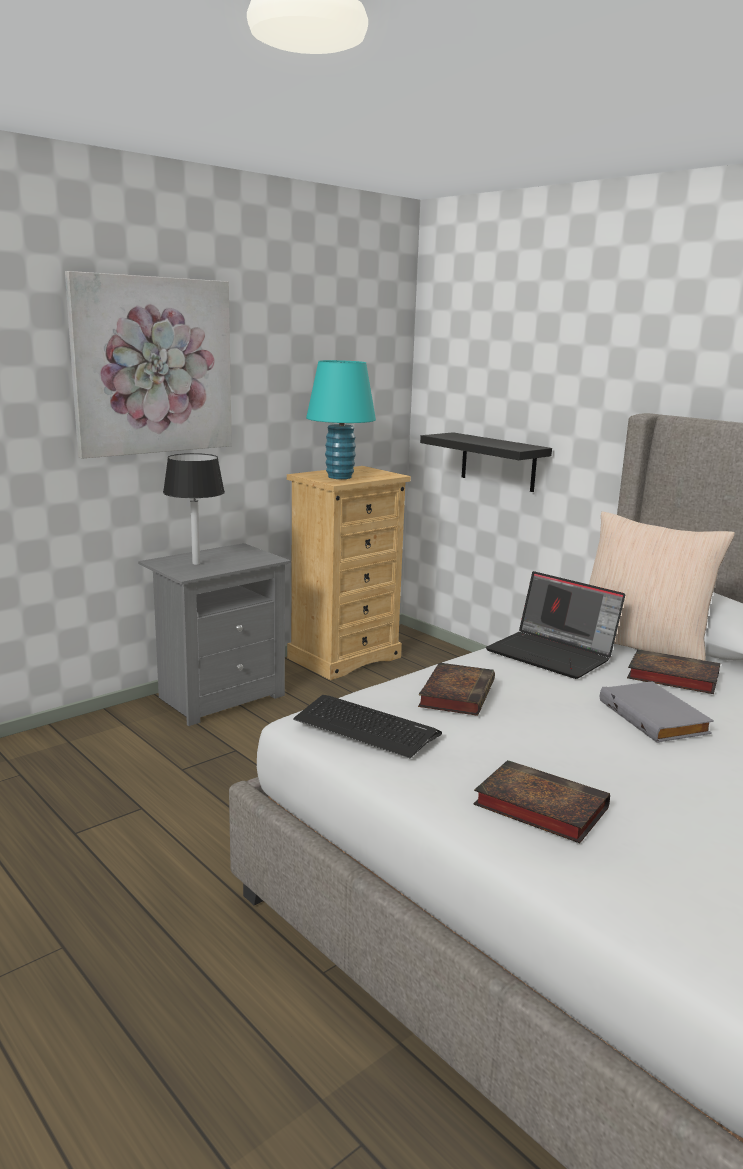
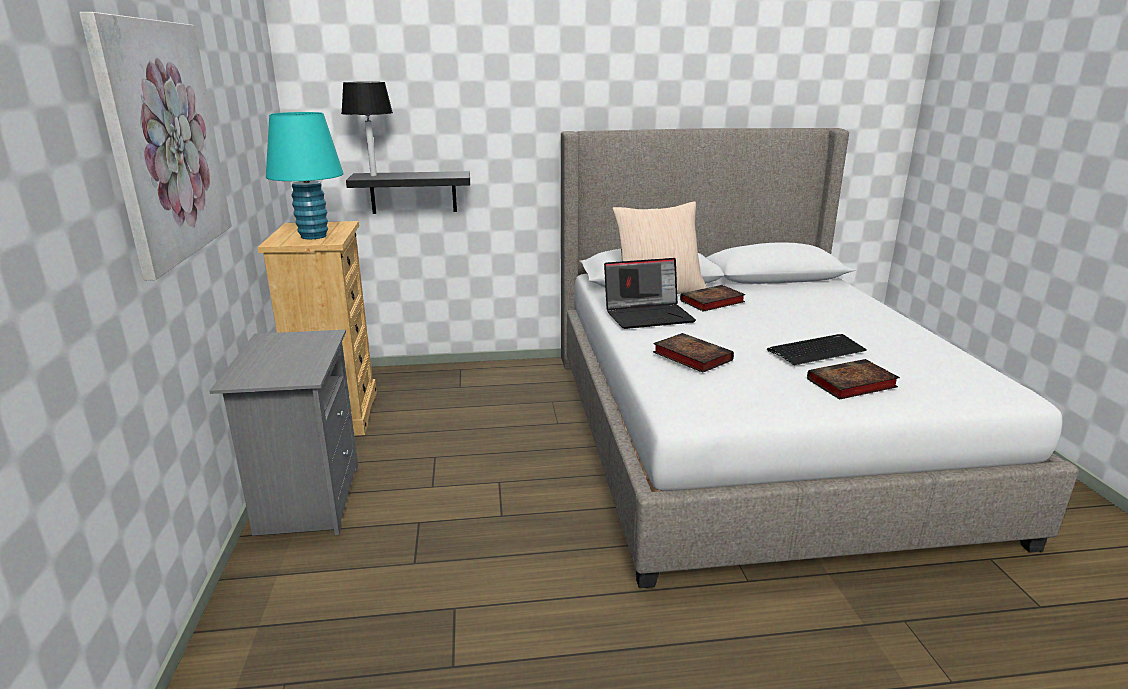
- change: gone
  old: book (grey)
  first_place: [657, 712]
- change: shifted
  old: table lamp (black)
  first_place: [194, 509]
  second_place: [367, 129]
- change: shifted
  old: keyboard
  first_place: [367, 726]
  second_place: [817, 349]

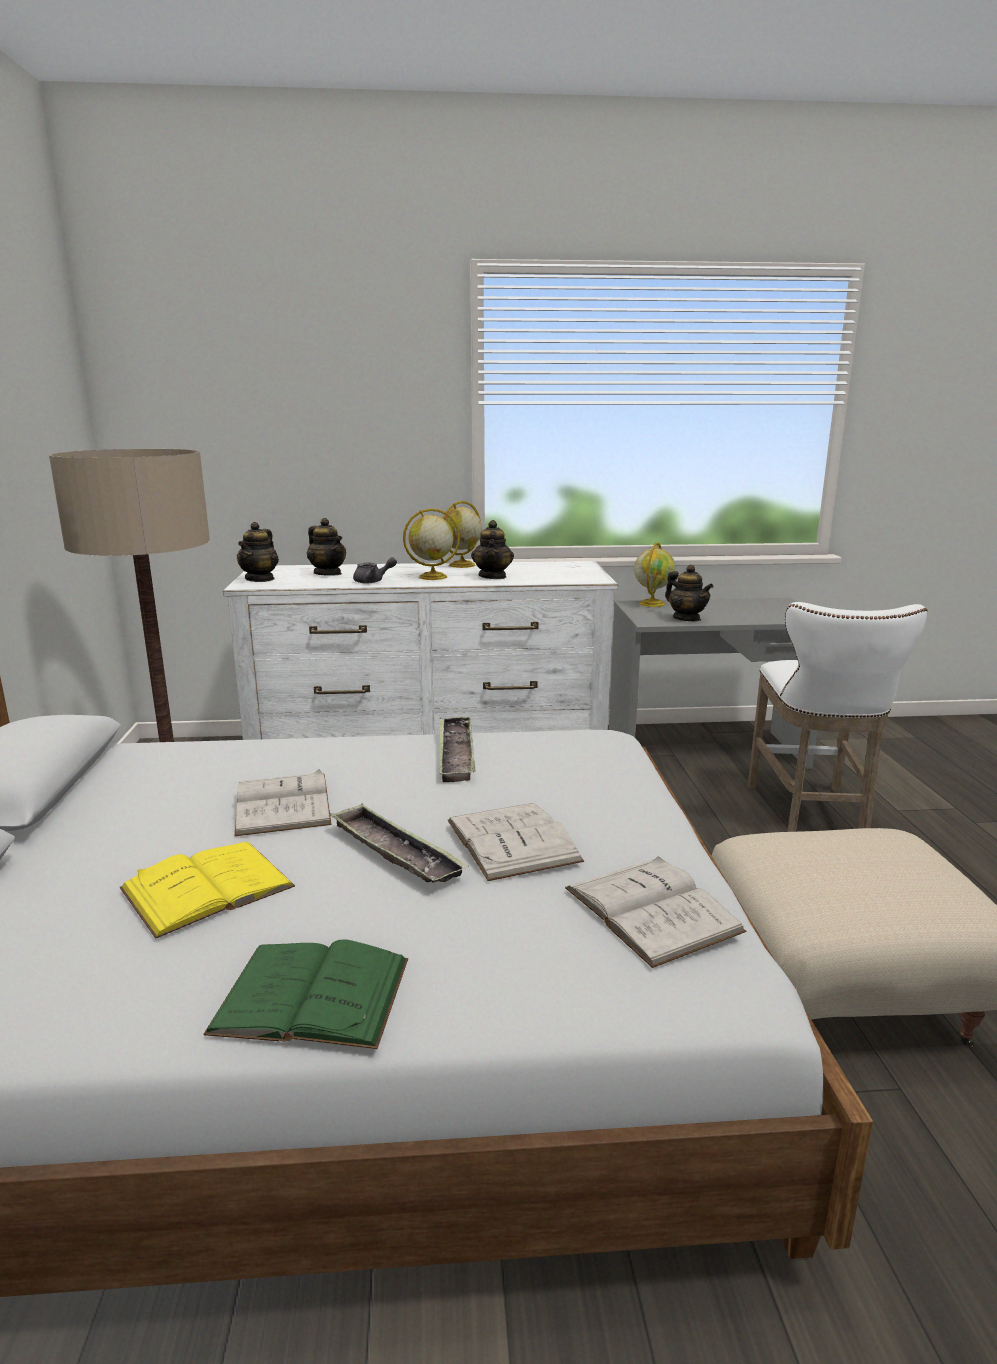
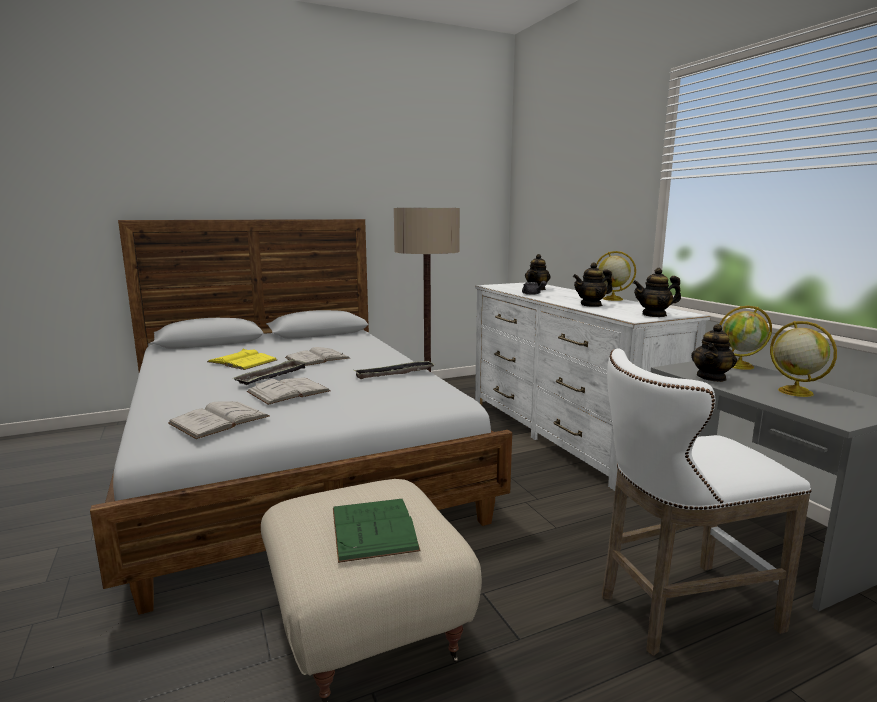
- change: shifted
  old: book (green)
  first_place: [305, 994]
  second_place: [377, 531]
- change: shifted
  old: teapot
  first_place: [258, 552]
  second_place: [657, 292]
- change: shifted
  old: globe
  first_place: [431, 544]
  second_place: [803, 359]

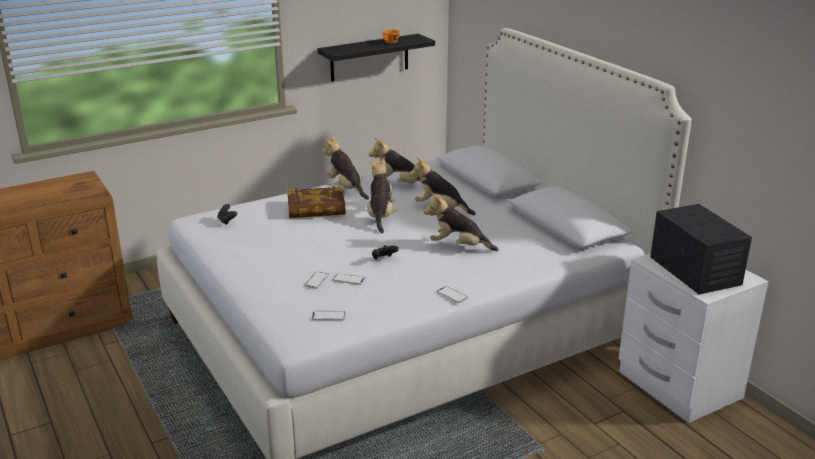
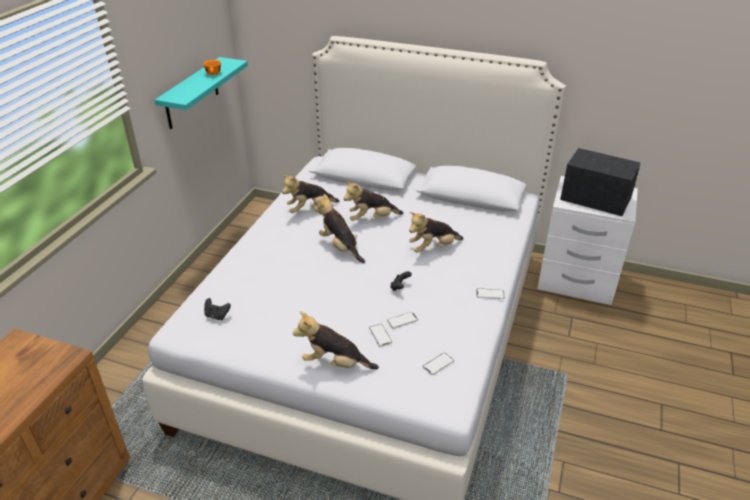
- change: gone
  old: book
  first_place: [316, 202]
- change: shifted
  old: plush toy
  first_place: [345, 168]
  second_place: [336, 340]
- change: repainted
  old: shelf (black)
  new: shelf (turquoise)
  first_place: [376, 58]
  second_place: [201, 93]

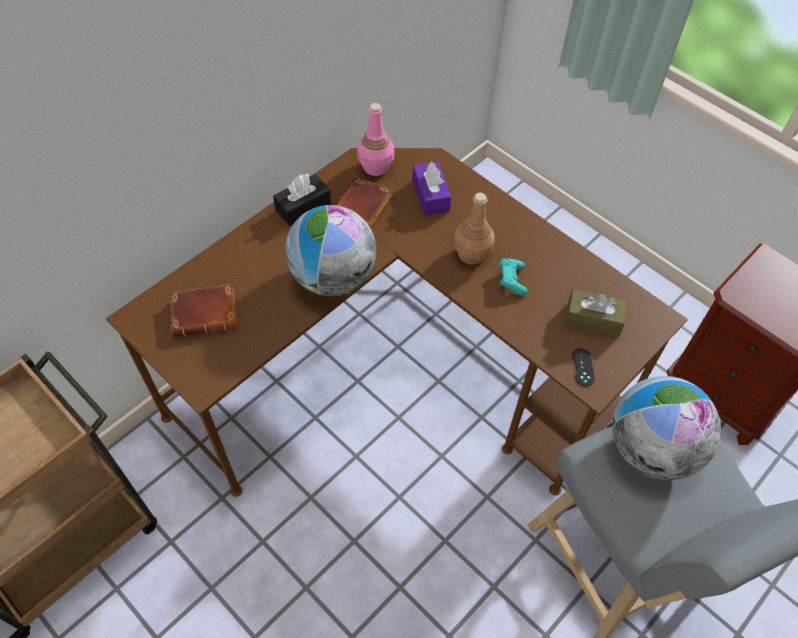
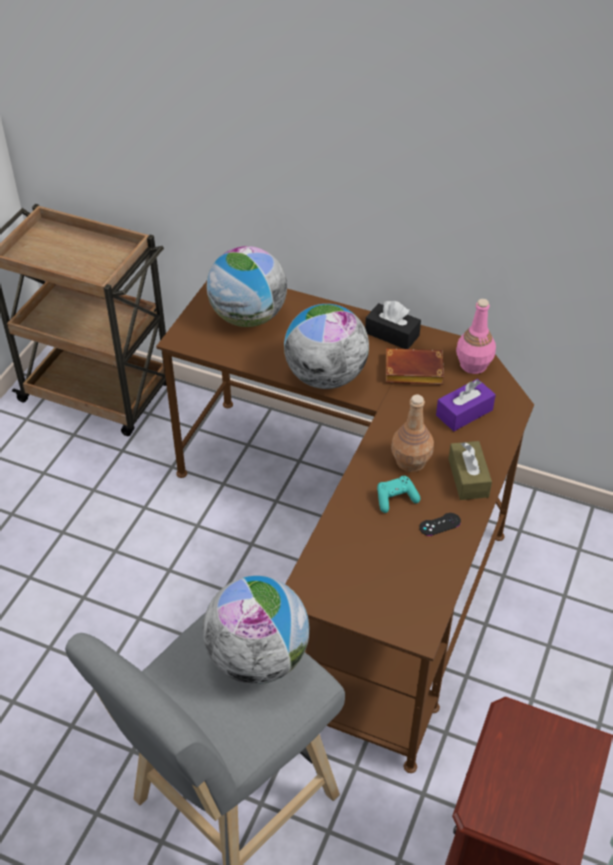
- change: shifted
  old: tissue box (brown)
  first_place: [596, 313]
  second_place: [470, 470]
- change: shifted
  old: game controller (black)
  first_place: [583, 367]
  second_place: [440, 524]
- change: swapped
  old: book (brown)
  new: globe
  first_place: [203, 310]
  second_place: [247, 286]

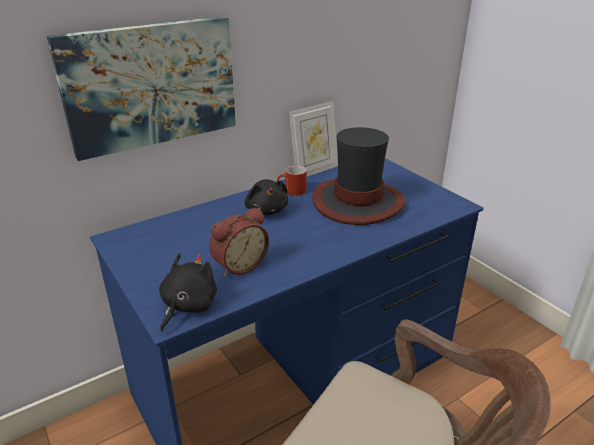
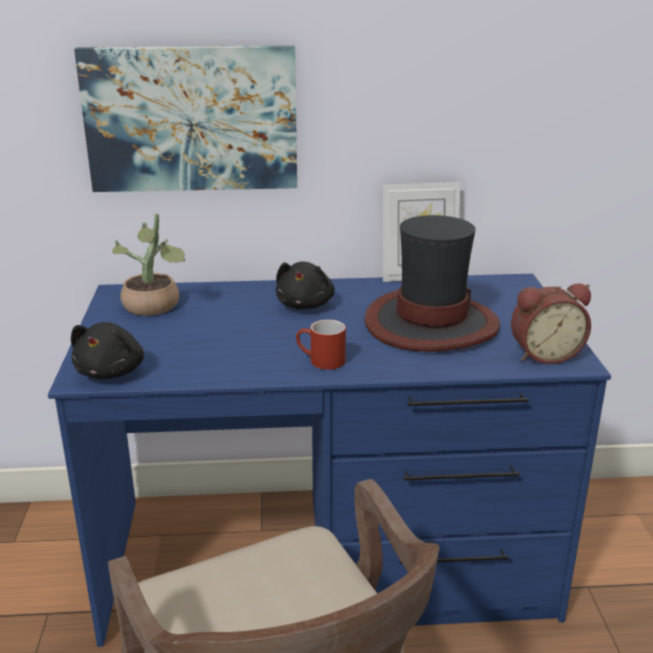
- change: new
  new: potted plant
  second_place: [148, 264]
- change: shifted
  old: alarm clock
  first_place: [239, 242]
  second_place: [551, 323]
- change: shifted
  old: mug (red)
  first_place: [292, 181]
  second_place: [321, 344]
- change: rotated
  old: plush toy (black)
  first_place: [188, 292]
  second_place: [107, 350]
  degrees: 135

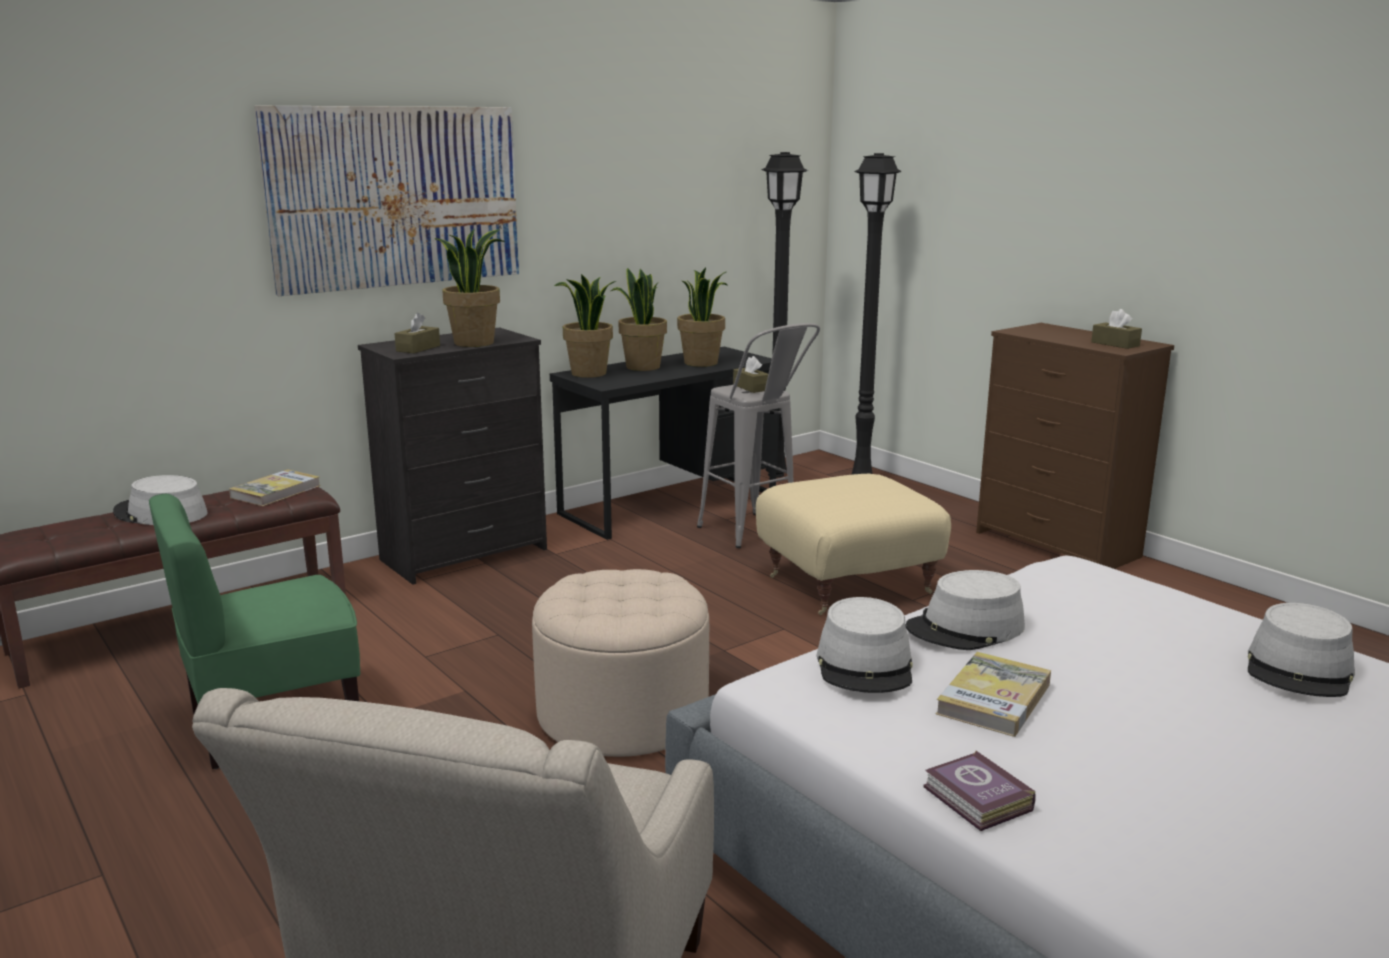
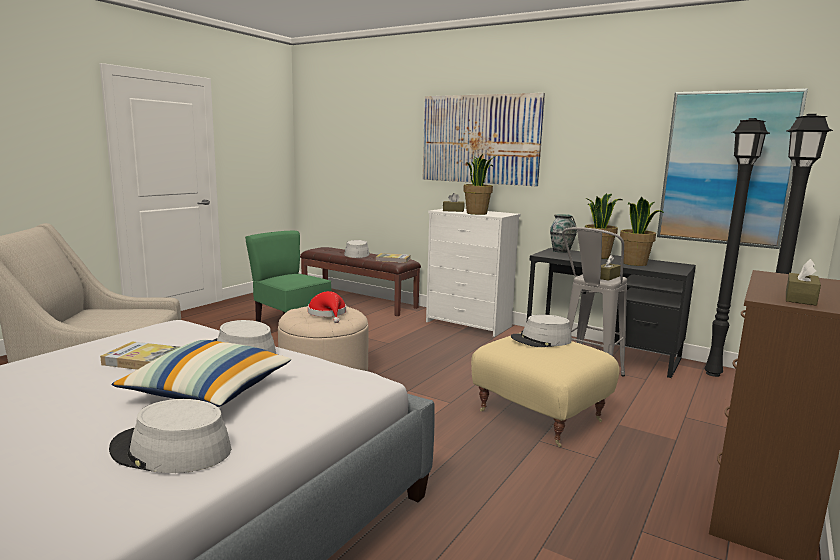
- change: gone
  old: book
  first_place: [979, 791]
- change: new
  new: pillow
  second_place: [201, 373]
- change: new
  new: hat (red)
  second_place: [327, 307]
- change: new
  new: picture
  second_place: [732, 168]
- change: shifted
  old: hat (grey)
  first_place: [864, 645]
  second_place: [541, 331]
- change: swapped
  old: potted plant
  new: vase
  first_place: [585, 326]
  second_place: [563, 233]
- change: repainted
  old: dresser (black)
  new: dresser (white)
  first_place: [452, 456]
  second_place: [473, 273]

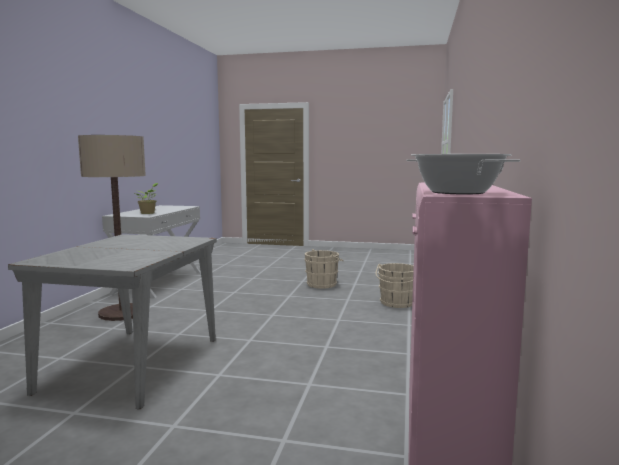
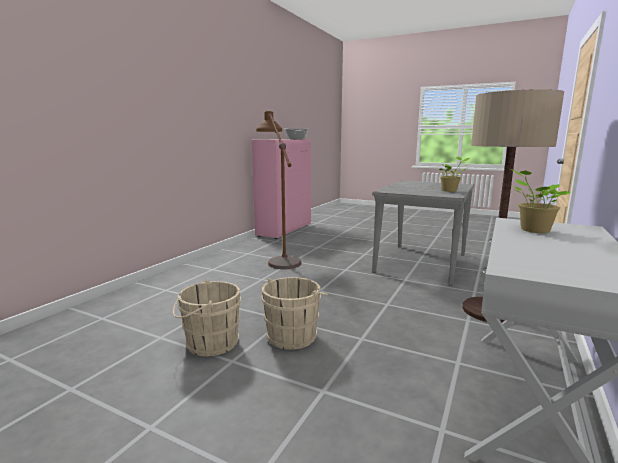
- change: new
  new: floor lamp (brown)
  second_place: [278, 190]
- change: new
  new: potted plant
  second_place: [454, 174]
- change: shifted
  old: bucket (beige)
  first_place: [395, 285]
  second_place: [295, 313]

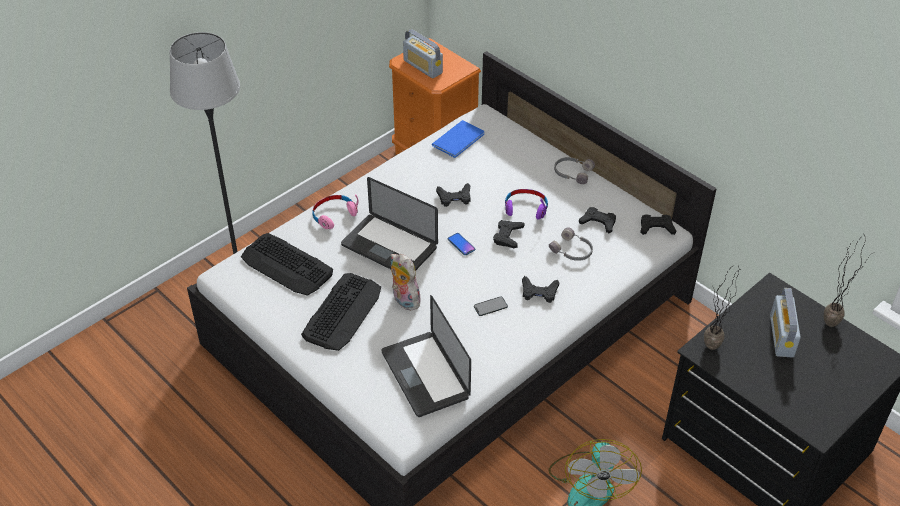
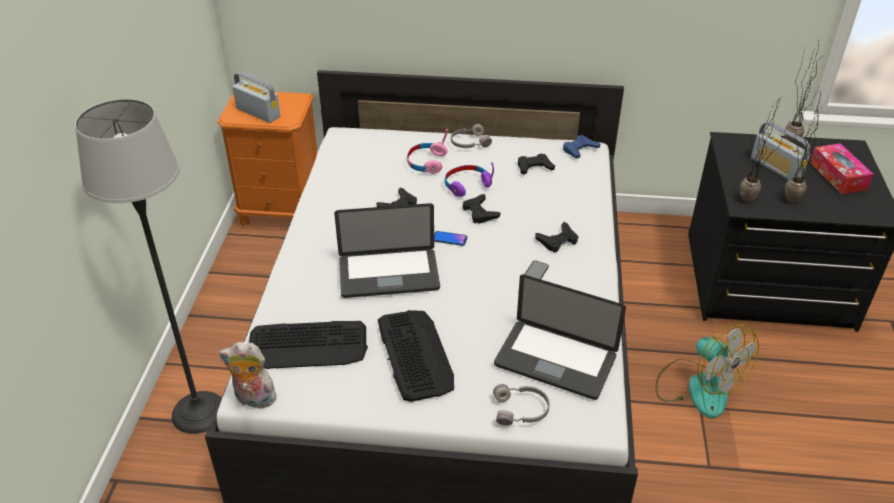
- change: gone
  old: book (blue)
  first_place: [458, 139]
- change: new
  new: potted plant
  second_place: [803, 146]
- change: new
  new: tissue box
  second_place: [842, 168]
- change: shifted
  old: headphones (pink)
  first_place: [335, 211]
  second_place: [427, 151]
- change: shifted
  old: plush toy
  first_place: [406, 282]
  second_place: [248, 375]
- change: shifted
  old: headphones (grey)
  first_place: [571, 244]
  second_place: [521, 404]
- change: repainted
  old: game controller (black)
  new: game controller (blue)
  first_place: [658, 224]
  second_place: [581, 147]
- change: rotated
  old: radio
  first_place: [423, 53]
  second_place: [256, 97]
  degrees: -150

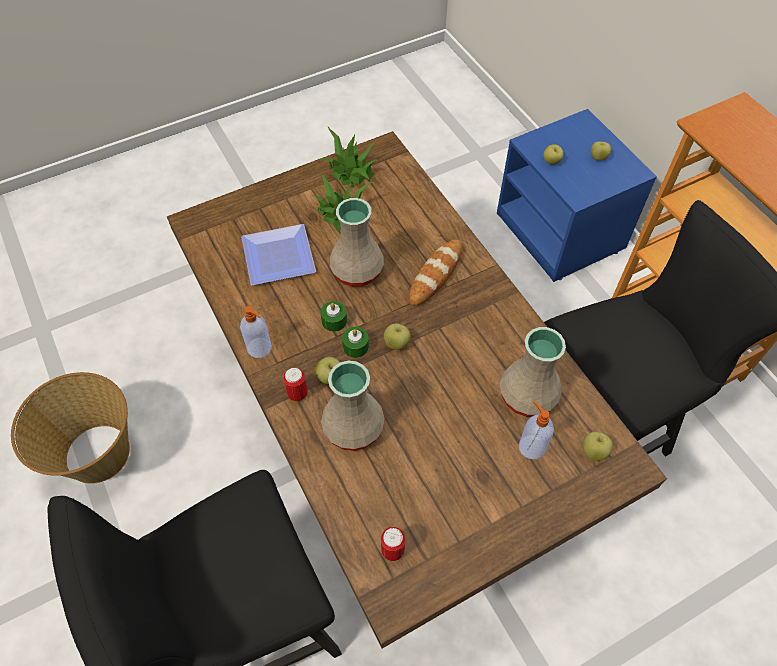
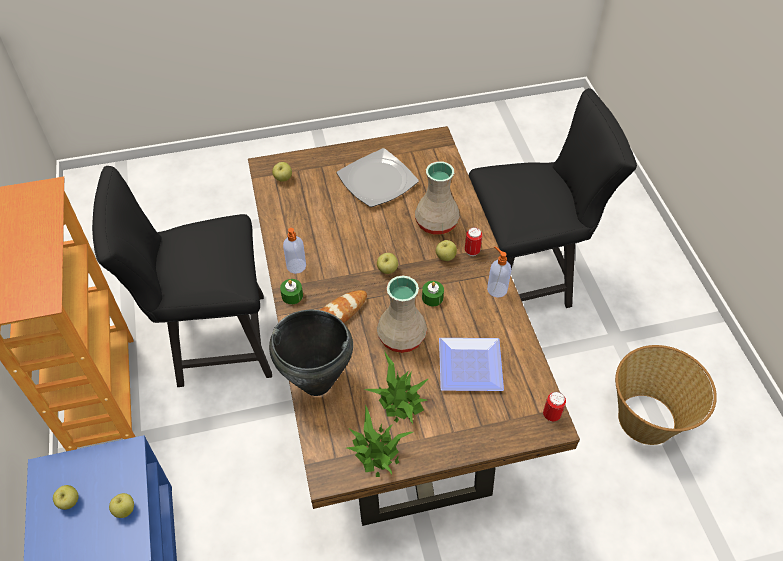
- change: gone
  old: vase (beige)
  first_place: [533, 372]
- change: new
  new: cooking pot (black)
  second_place: [311, 353]
- change: new
  new: plate
  second_place: [378, 177]
- change: shifted
  old: candle (green)
  first_place: [355, 342]
  second_place: [291, 291]
- change: shifted
  old: can
  first_place: [393, 544]
  second_place: [554, 407]
- change: shifted
  old: soap dispenser
  first_place: [536, 430]
  second_place: [294, 251]

